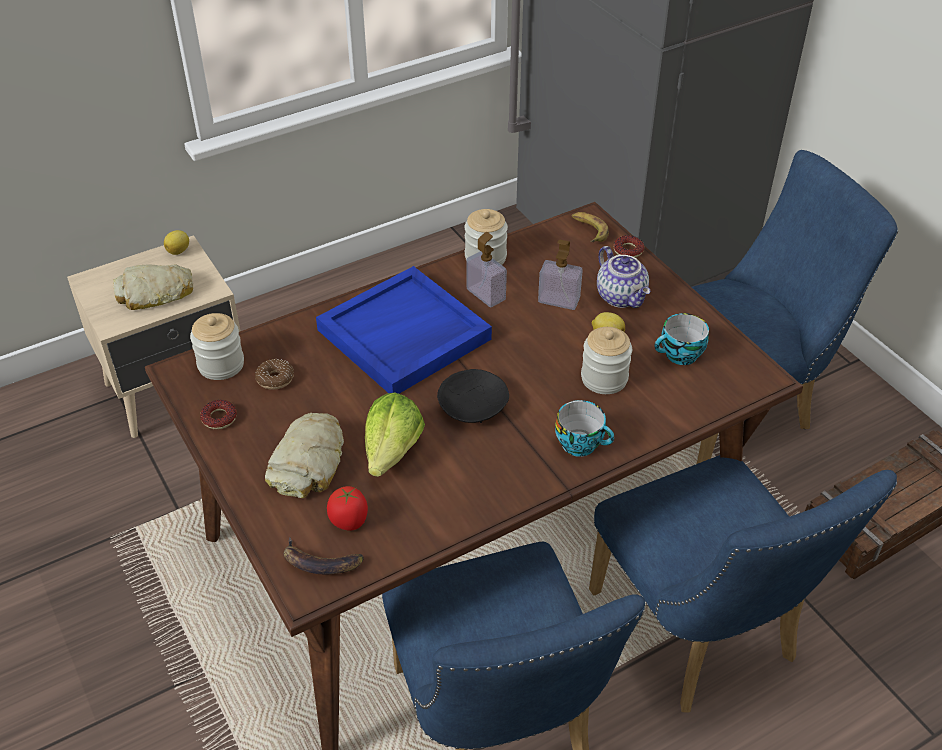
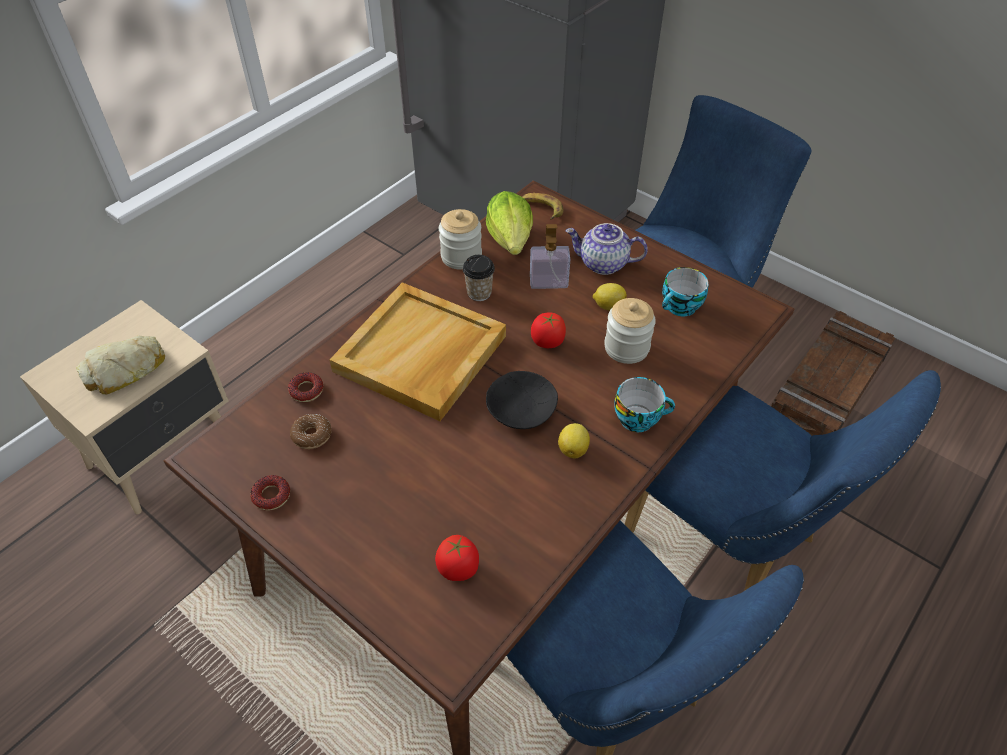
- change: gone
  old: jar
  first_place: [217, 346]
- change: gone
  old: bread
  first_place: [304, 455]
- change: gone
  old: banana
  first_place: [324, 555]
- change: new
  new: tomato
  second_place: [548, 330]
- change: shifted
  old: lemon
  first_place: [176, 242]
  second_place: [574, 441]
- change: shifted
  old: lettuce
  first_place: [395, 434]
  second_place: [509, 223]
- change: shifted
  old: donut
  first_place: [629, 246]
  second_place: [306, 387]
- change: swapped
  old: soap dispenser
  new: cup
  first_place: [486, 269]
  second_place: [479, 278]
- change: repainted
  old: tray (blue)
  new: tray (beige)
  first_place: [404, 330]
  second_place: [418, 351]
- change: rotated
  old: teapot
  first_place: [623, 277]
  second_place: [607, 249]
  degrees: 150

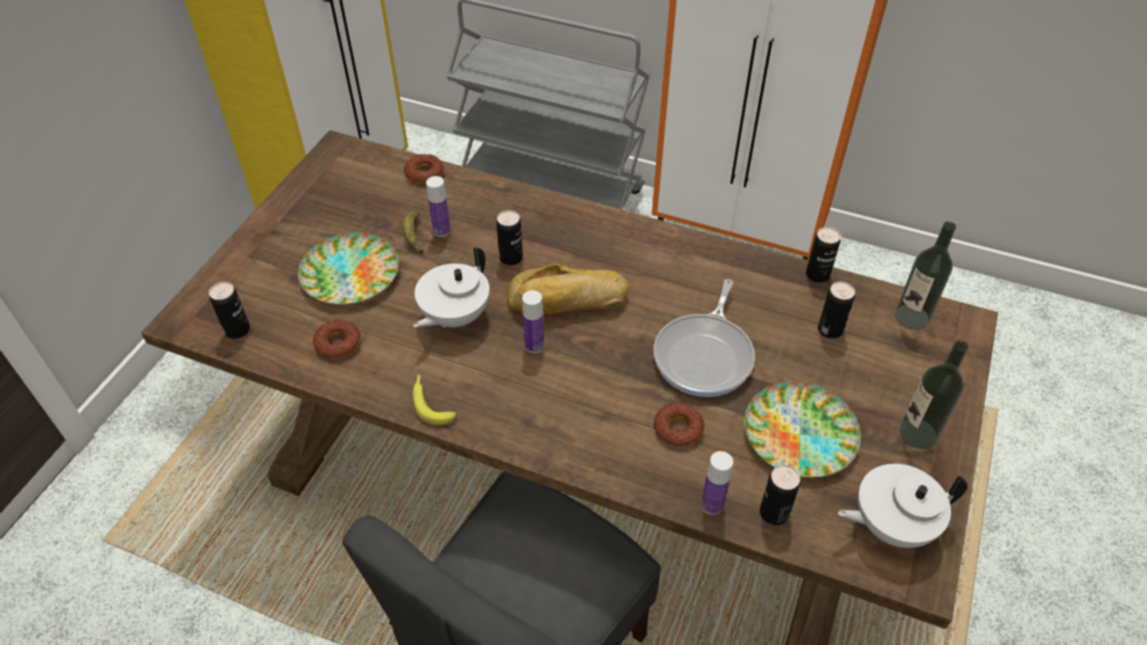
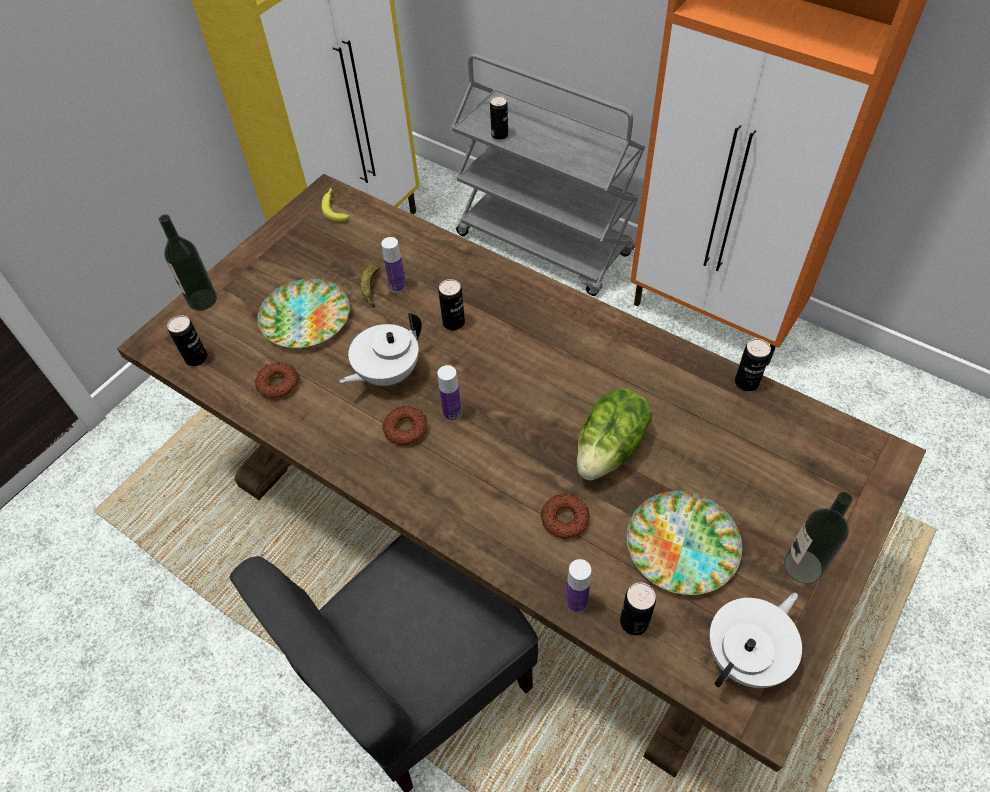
- change: gone
  old: bread
  first_place: [568, 290]
- change: shifted
  old: donut
  first_place: [424, 168]
  second_place: [405, 425]
- change: shifted
  old: banana
  first_place: [434, 399]
  second_place: [335, 205]
- change: shifted
  old: can
  first_place: [836, 310]
  second_place: [499, 118]
- change: shifted
  old: bottle
  first_place: [925, 275]
  second_place: [188, 262]
- change: swapped
  old: frying pan
  new: lettuce
  first_place: [704, 338]
  second_place: [614, 434]
- change: rotated
  old: teapot (white)
  first_place: [902, 506]
  second_place: [755, 640]
  degrees: 135

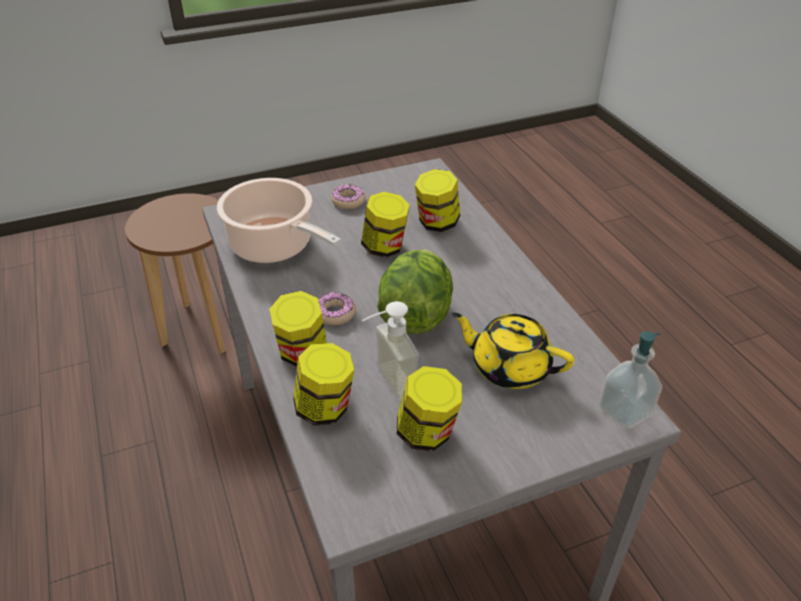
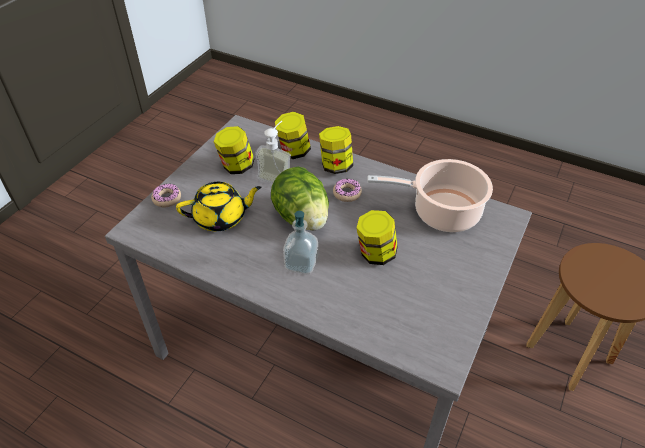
- change: gone
  old: jar
  first_place: [437, 200]
- change: shifted
  old: donut
  first_place: [348, 196]
  second_place: [166, 195]
- change: shifted
  old: soap dispenser
  first_place: [630, 380]
  second_place: [300, 243]

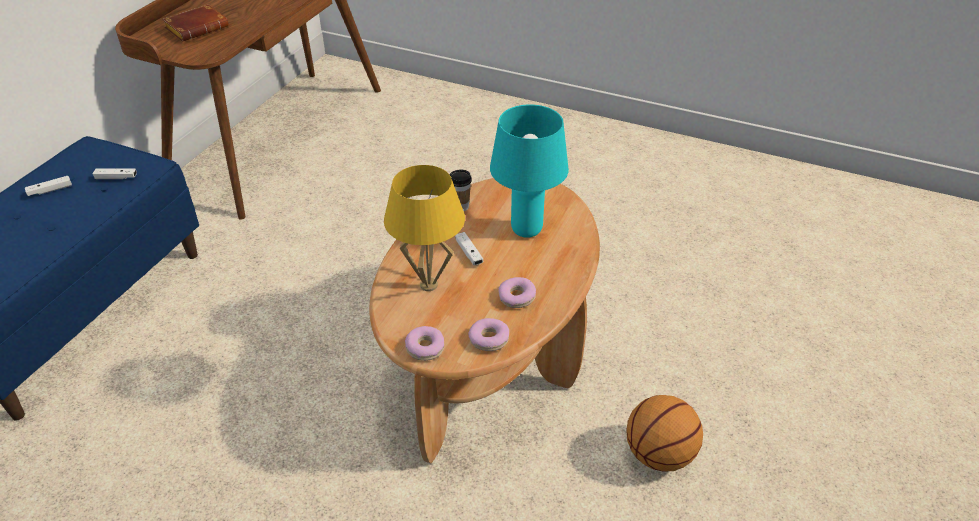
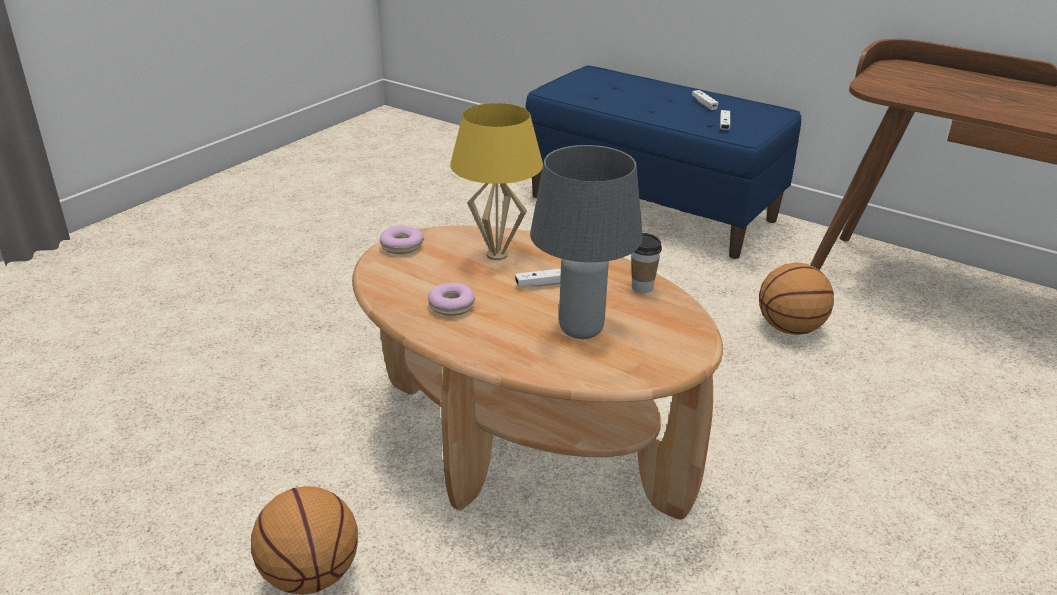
- change: gone
  old: book (brown)
  first_place: [195, 23]
- change: gone
  old: donut
  first_place: [488, 334]
- change: new
  new: basketball
  second_place: [796, 298]
- change: repainted
  old: table lamp (turquoise)
  new: table lamp (grey)
  first_place: [529, 171]
  second_place: [586, 242]

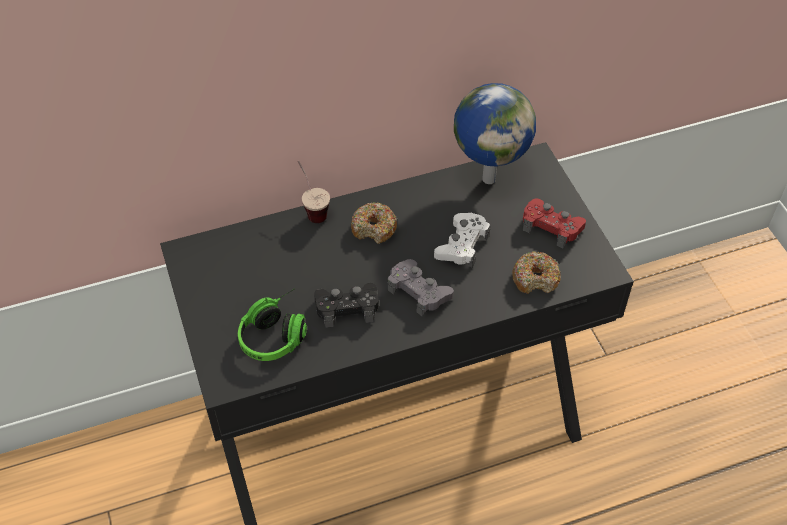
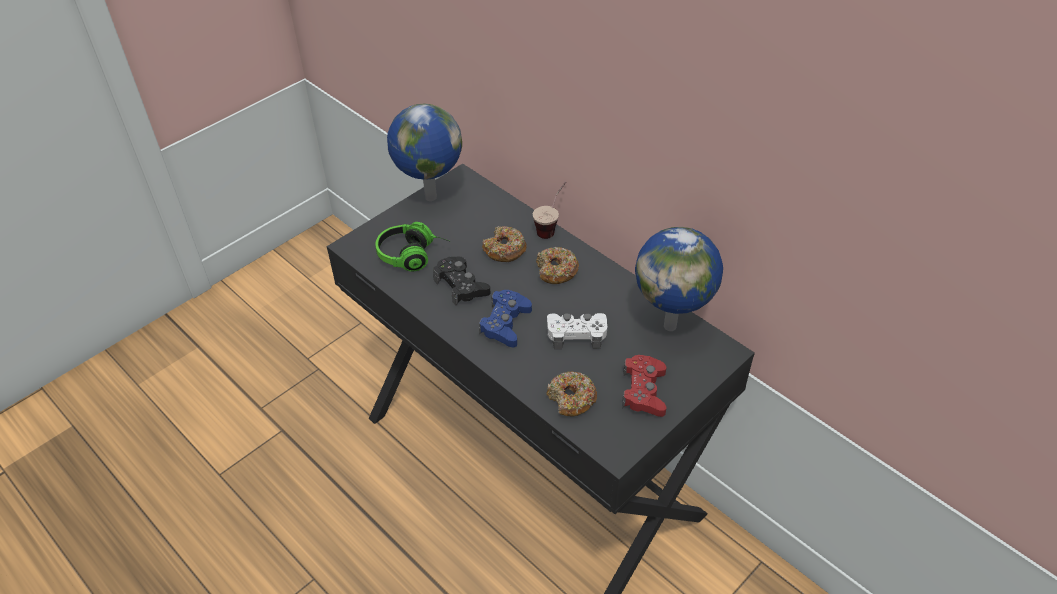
- change: new
  new: globe
  second_place: [424, 152]
- change: new
  new: donut
  second_place: [504, 244]
- change: repainted
  old: game controller (grey)
  new: game controller (blue)
  first_place: [420, 287]
  second_place: [505, 318]

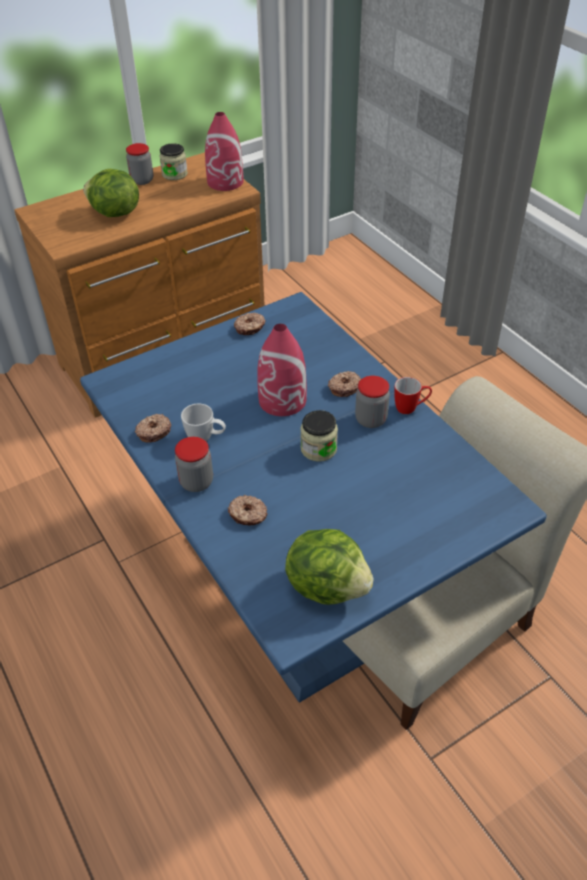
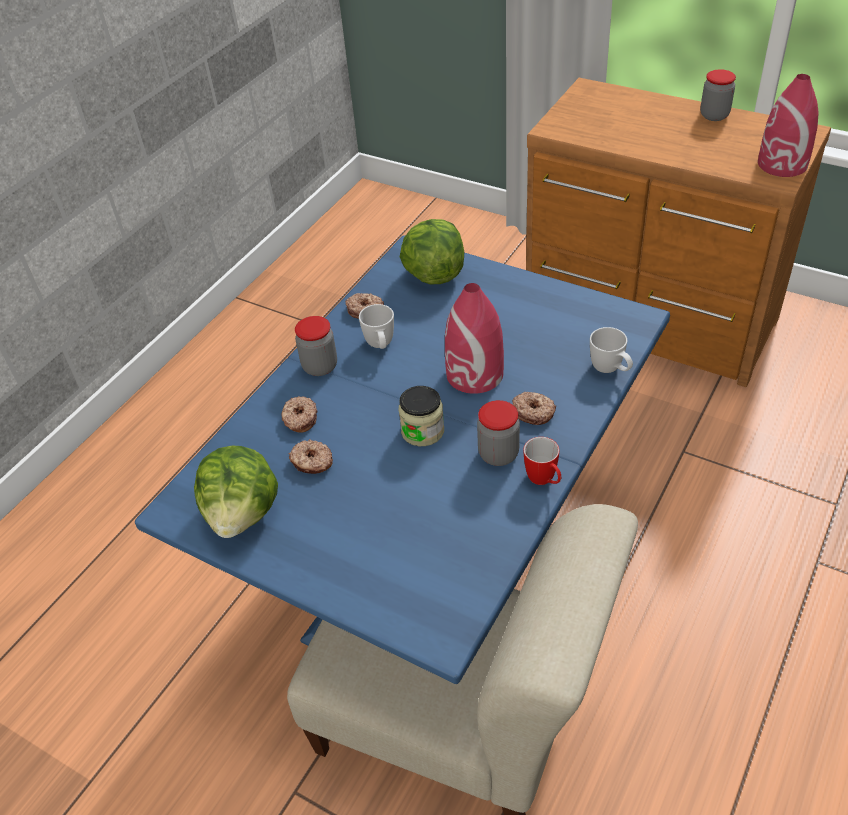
- change: gone
  old: jar
  first_place: [173, 161]
- change: new
  new: mug (white)
  second_place: [611, 350]
- change: shifted
  old: lettuce
  first_place: [111, 193]
  second_place: [432, 251]
- change: shifted
  old: donut
  first_place: [250, 324]
  second_place: [310, 456]

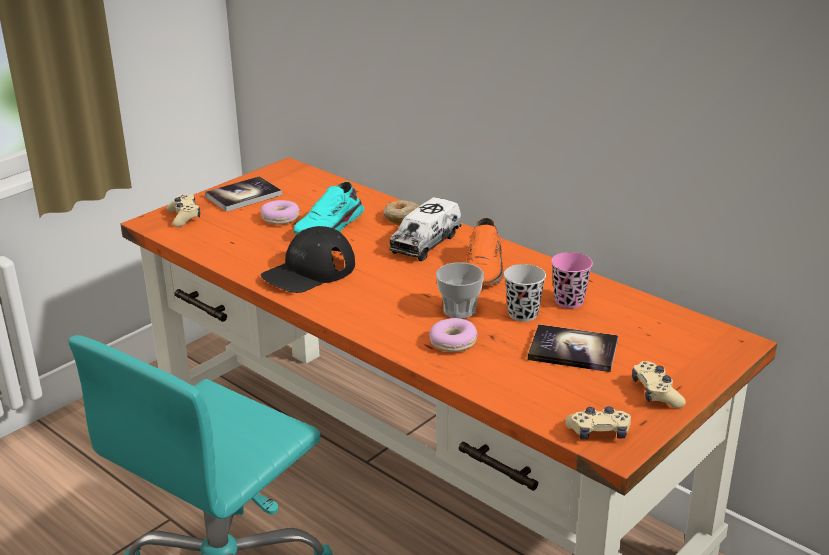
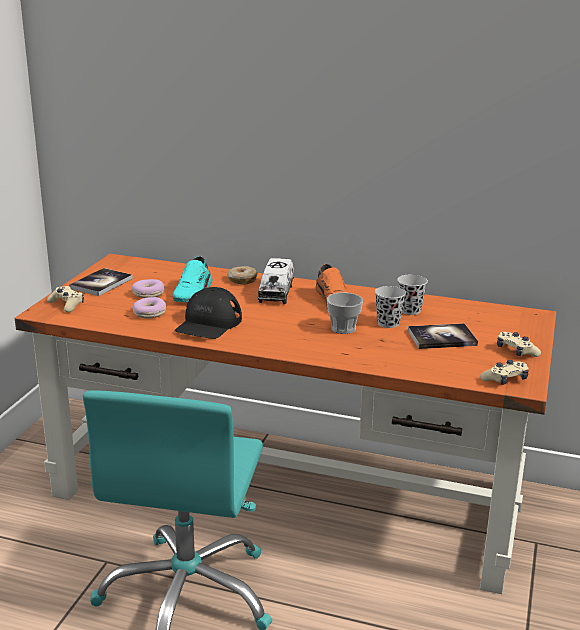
- change: shifted
  old: donut
  first_place: [453, 335]
  second_place: [149, 307]
- change: repainted
  old: cup (pink)
  new: cup (black)
  first_place: [572, 280]
  second_place: [412, 295]

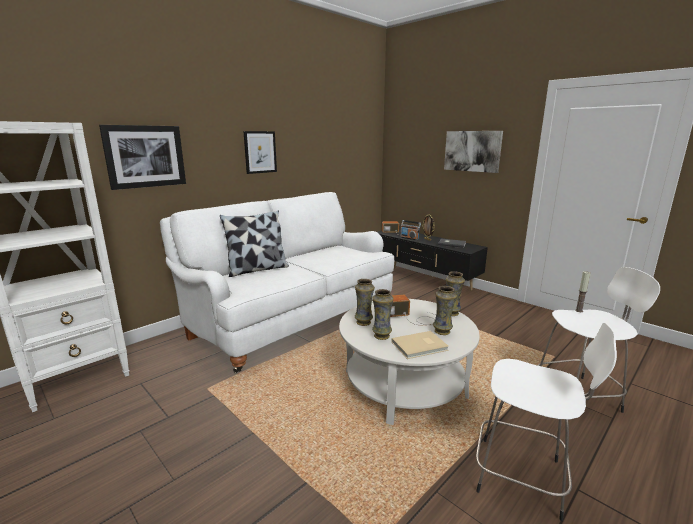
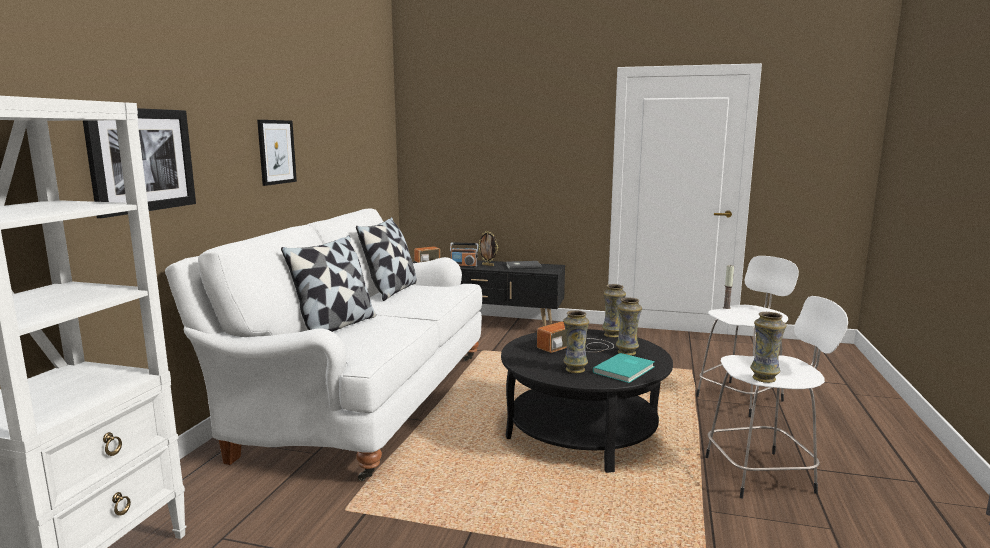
- change: gone
  old: picture
  first_place: [473, 152]
- change: new
  new: pillow
  second_place: [386, 259]
- change: shifted
  old: vase
  first_place: [365, 302]
  second_place: [768, 347]
- change: repainted
  old: coffee table (white)
  new: coffee table (black)
  first_place: [409, 362]
  second_place: [587, 401]
- change: repainted
  old: book (beige)
  new: book (turquoise)
  first_place: [420, 345]
  second_place: [624, 368]

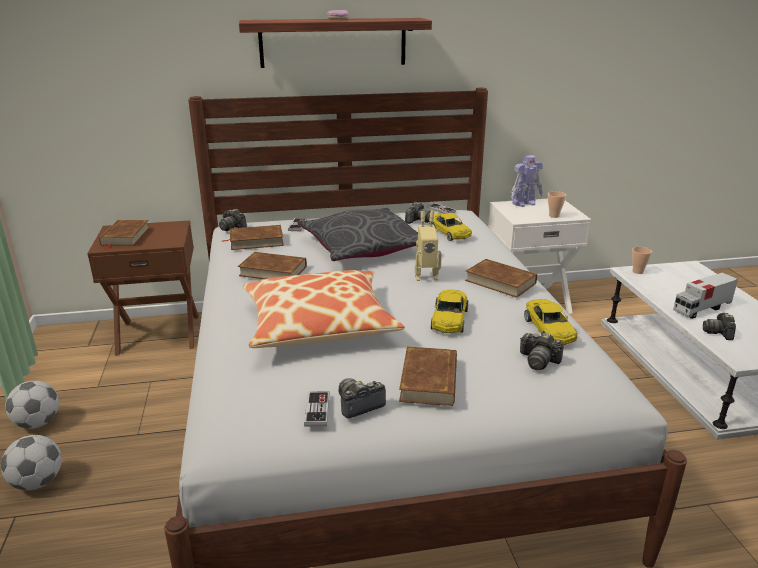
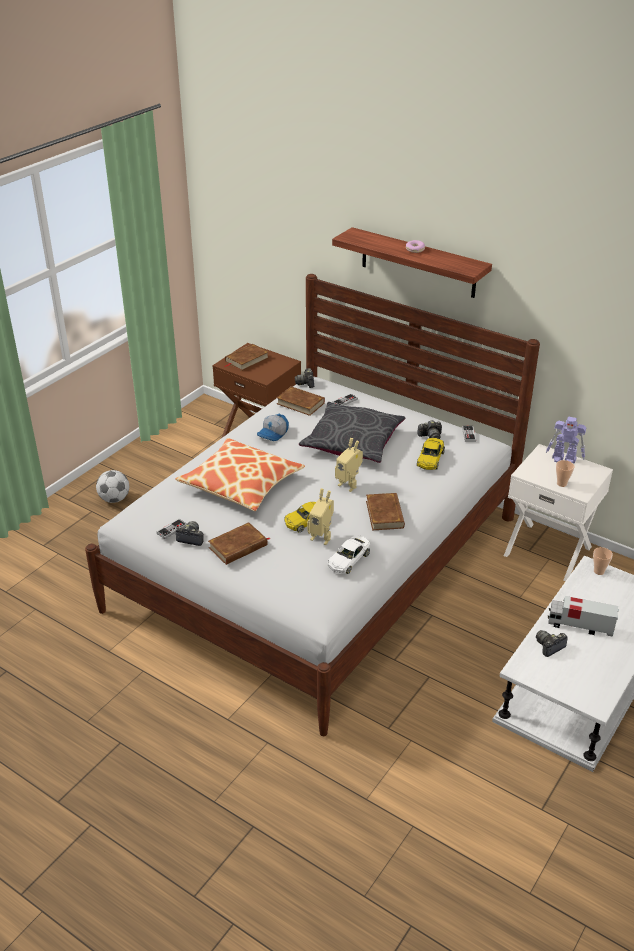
- change: gone
  old: football
  first_place: [32, 405]
- change: gone
  old: photo camera
  first_place: [542, 351]
- change: new
  new: toy robot
  second_place: [320, 516]
- change: swapped
  old: book (brown)
  new: cap
  first_place: [272, 265]
  second_place: [273, 427]
- change: repainted
  old: toy car (yellow)
  new: toy car (white)
  first_place: [550, 322]
  second_place: [349, 554]

